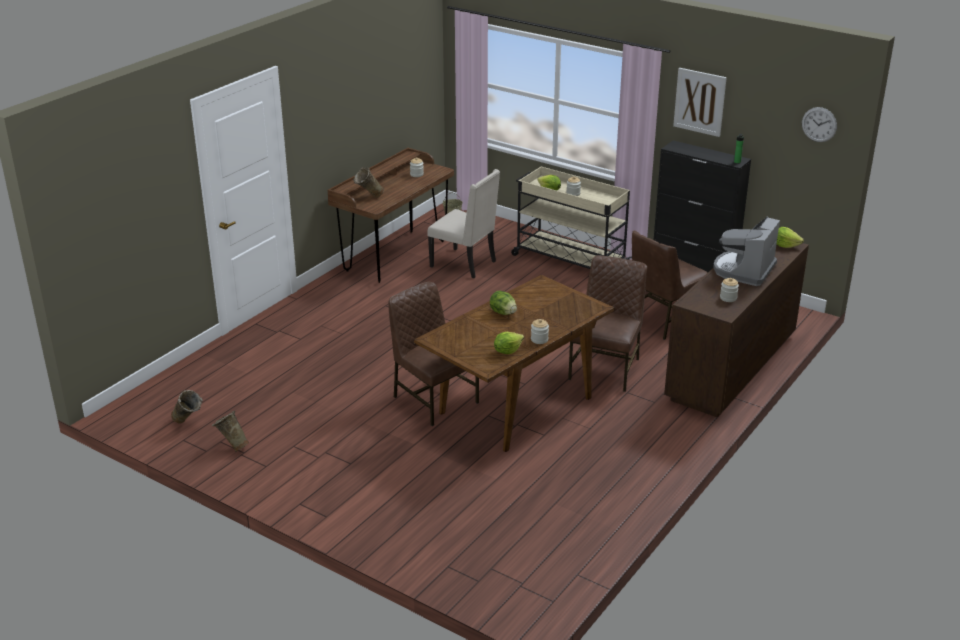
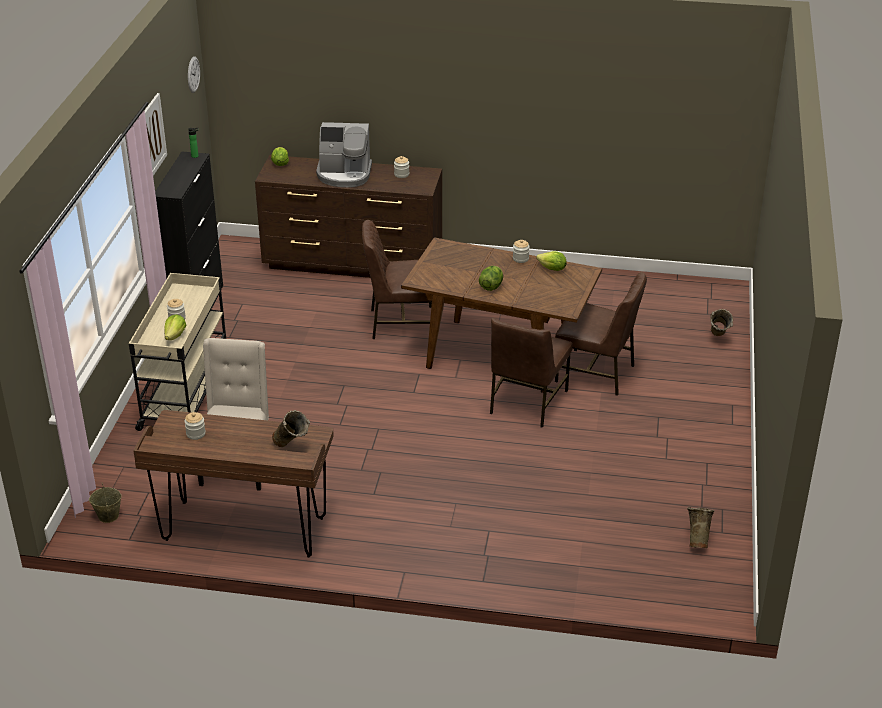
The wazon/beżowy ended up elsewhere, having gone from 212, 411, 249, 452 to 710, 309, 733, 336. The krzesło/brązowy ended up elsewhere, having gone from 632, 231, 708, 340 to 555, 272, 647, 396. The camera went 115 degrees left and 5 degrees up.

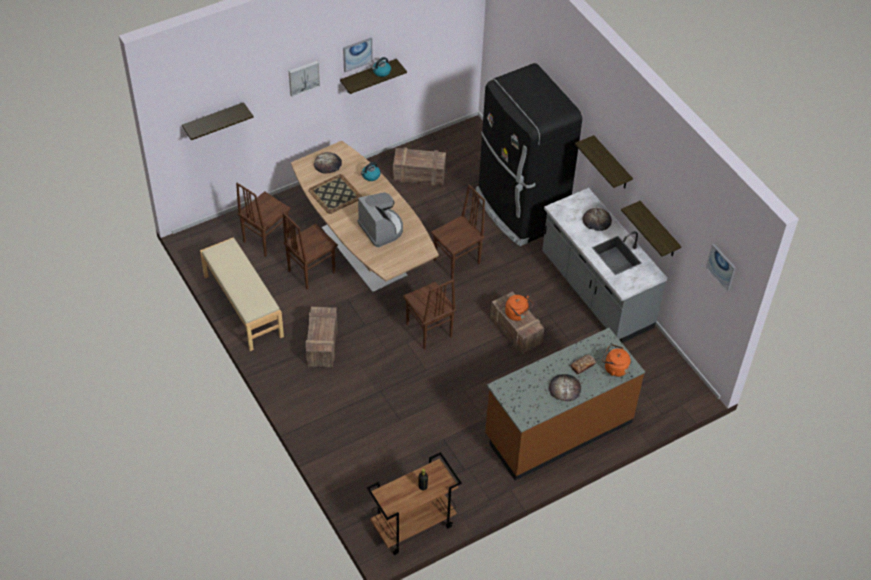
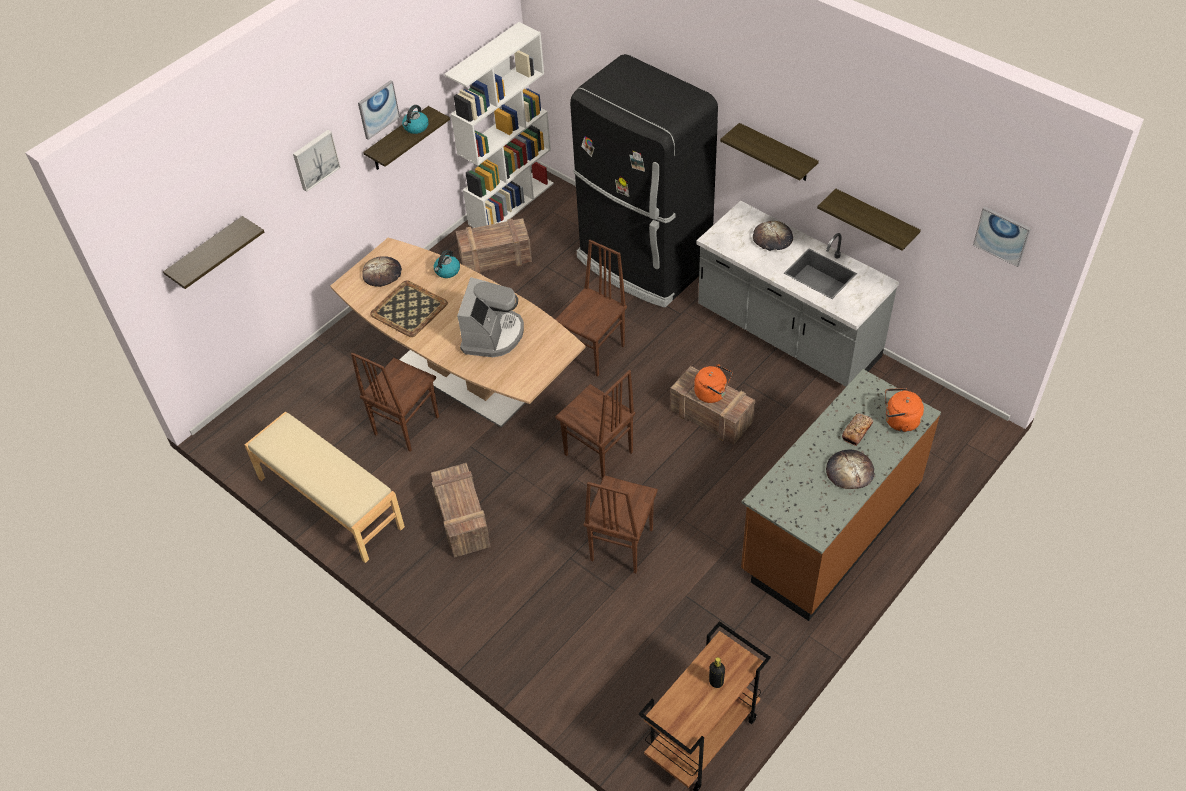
The krzesło/brązowy ended up elsewhere, having gone from 236, 183, 291, 257 to 584, 475, 658, 573. The ekspres do kawy at 358, 192, 403, 247 ended up facing another way, 60 degrees clockwise from before. The second view gained the regał/biały at 444, 22, 554, 228. The camera went 15 degrees left and 0 degrees up.

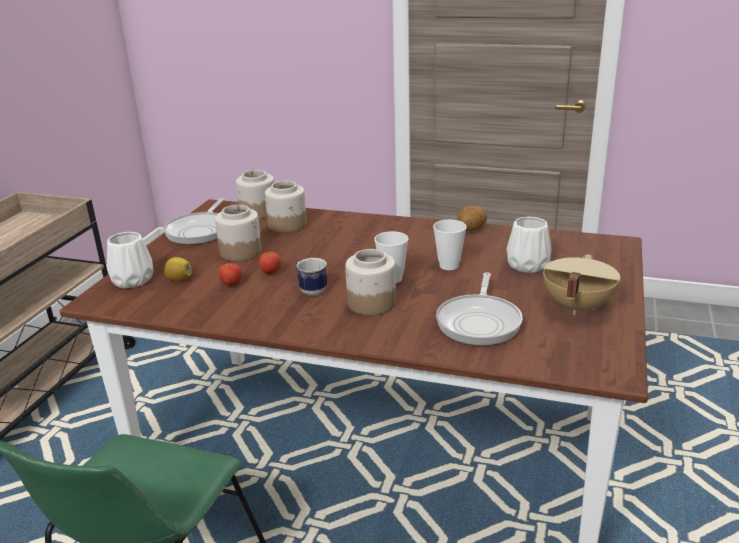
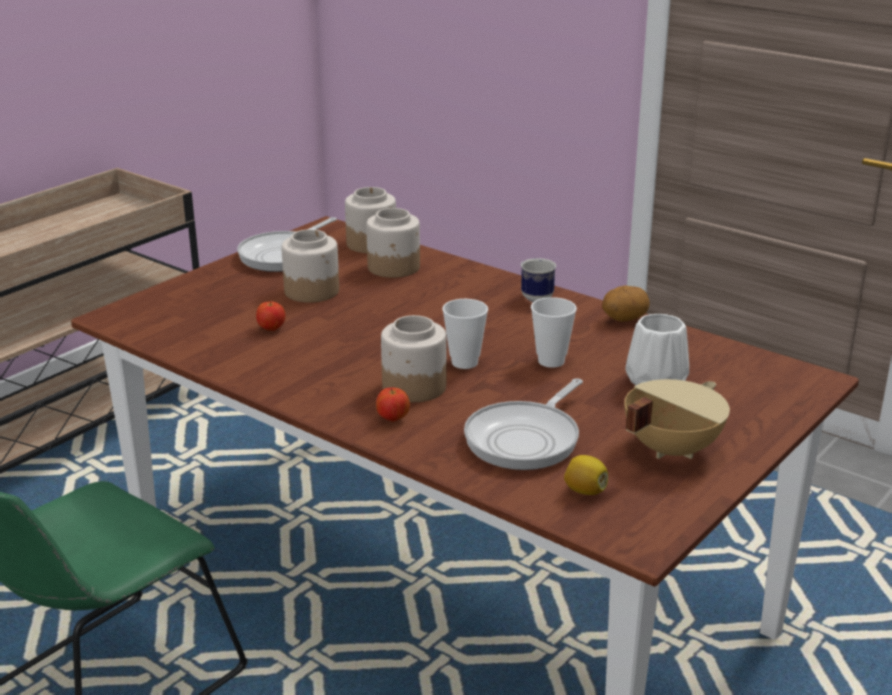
The second view lost the wazon/biały at 107, 232, 153, 288. The cytryna ended up elsewhere, having gone from 164, 257, 192, 281 to 564, 455, 608, 495. The jabłko ended up elsewhere, having gone from 259, 252, 282, 274 to 376, 388, 410, 422. The kubek ended up elsewhere, having gone from 296, 258, 327, 296 to 521, 258, 556, 302. The camera went 20 degrees right and 0 degrees up.

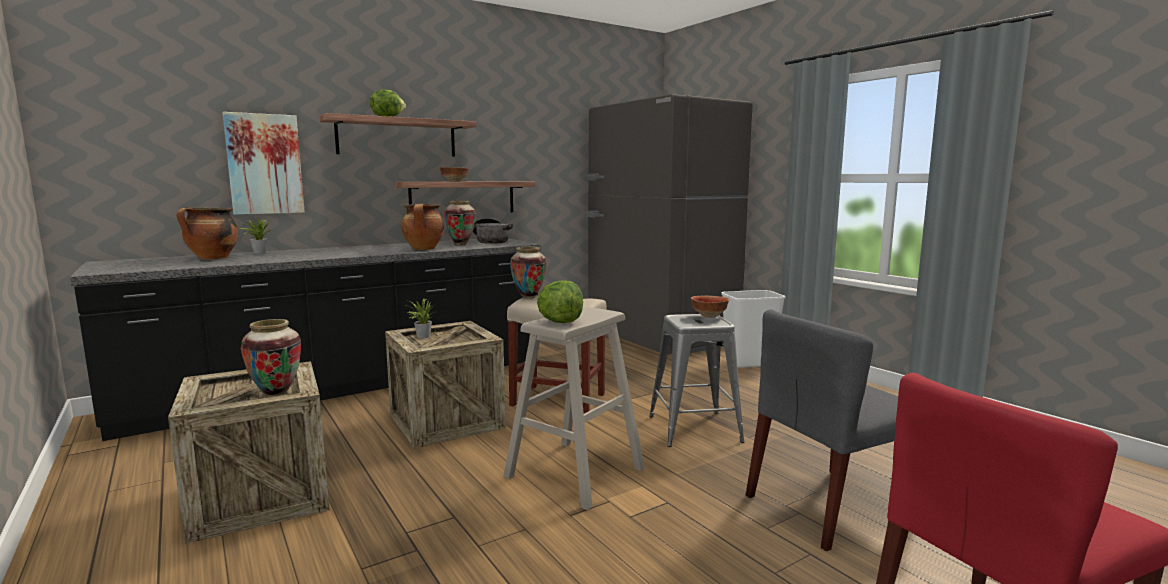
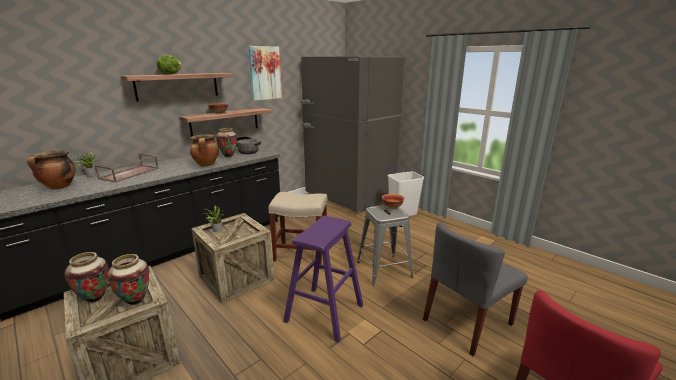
The obraz ended up elsewhere, having gone from 222, 112, 305, 215 to 248, 46, 282, 101. What was the stołek/beżowy at 503, 307, 645, 510 turned into the stołek/fioletowy at 283, 216, 364, 343. The wazon ended up elsewhere, having gone from 510, 247, 547, 299 to 65, 252, 109, 303. The second view lost the sałata at 537, 280, 583, 323. The second view gained the taca/brązowy at 94, 153, 159, 183. The camera went 10 degrees left and 10 degrees up.

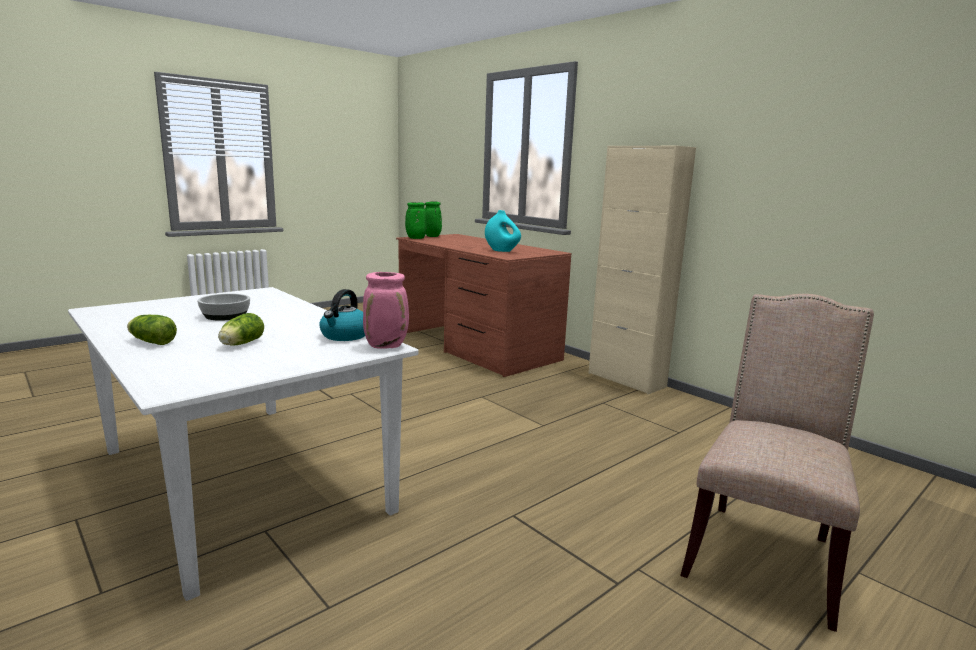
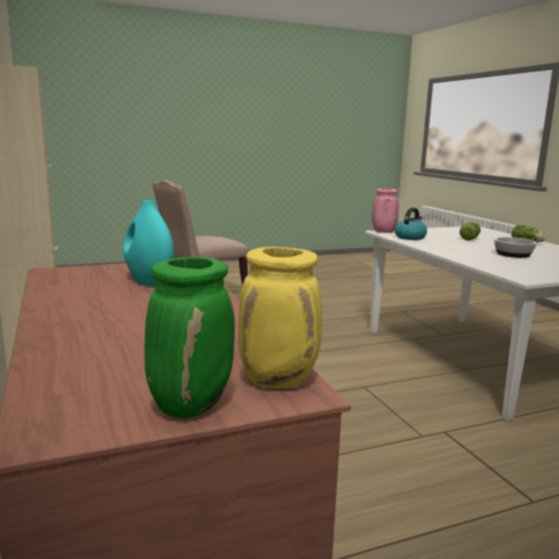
What was the wazon/zielony at 405, 202, 427, 239 turned into the wazon/żółty at 238, 247, 322, 388. The camera went 160 degrees left and 0 degrees up.

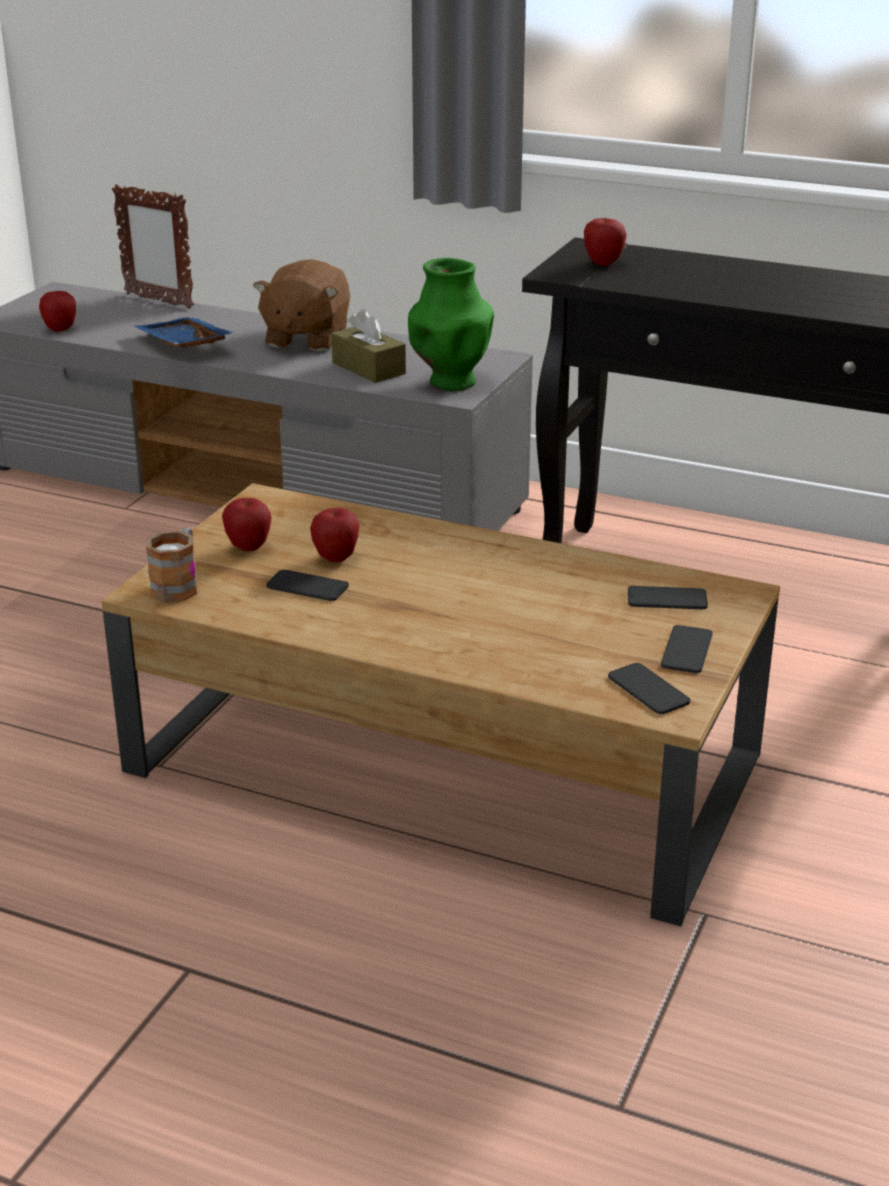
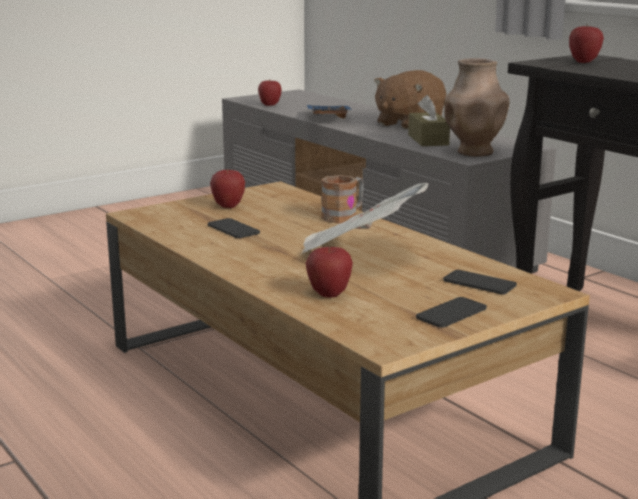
The second view lost the ramka na zdjęcie at 112, 184, 194, 309. The kubek ended up elsewhere, having gone from 146, 528, 198, 602 to 321, 175, 364, 223. The jabłko ended up elsewhere, having gone from 310, 508, 359, 562 to 306, 247, 353, 297. What was the wazon/zielony at 408, 258, 494, 391 turned into the wazon/brązowy at 444, 58, 510, 157. The second view lost the telefon at 608, 663, 690, 714. The second view gained the gazeta at 301, 183, 429, 254. The camera went 30 degrees right and 10 degrees down.

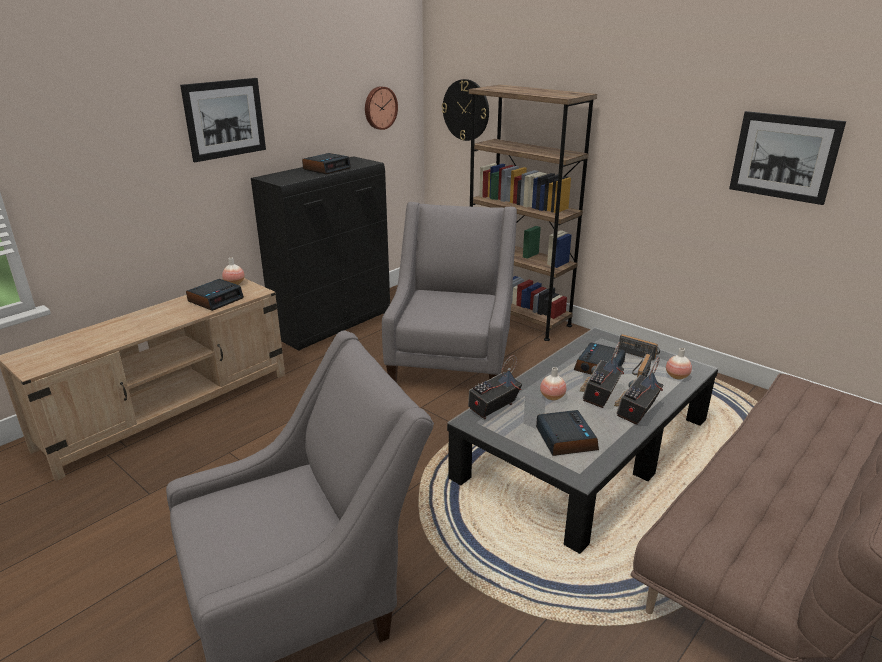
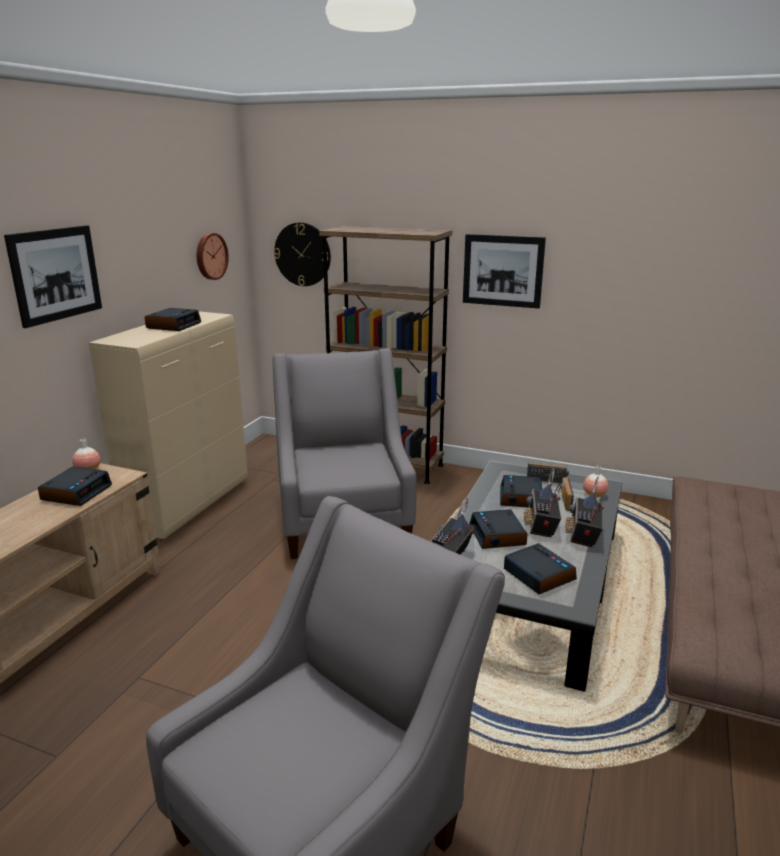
What was the szafka/czarny at 251, 156, 390, 351 turned into the szafka/beżowy at 89, 311, 247, 540. Where the wazon stood at 540, 367, 566, 400, the budzik came to stand at 469, 509, 527, 549. The obraz ended up elsewhere, having gone from 729, 111, 846, 205 to 463, 234, 546, 309. The camera went 20 degrees left and 5 degrees down.

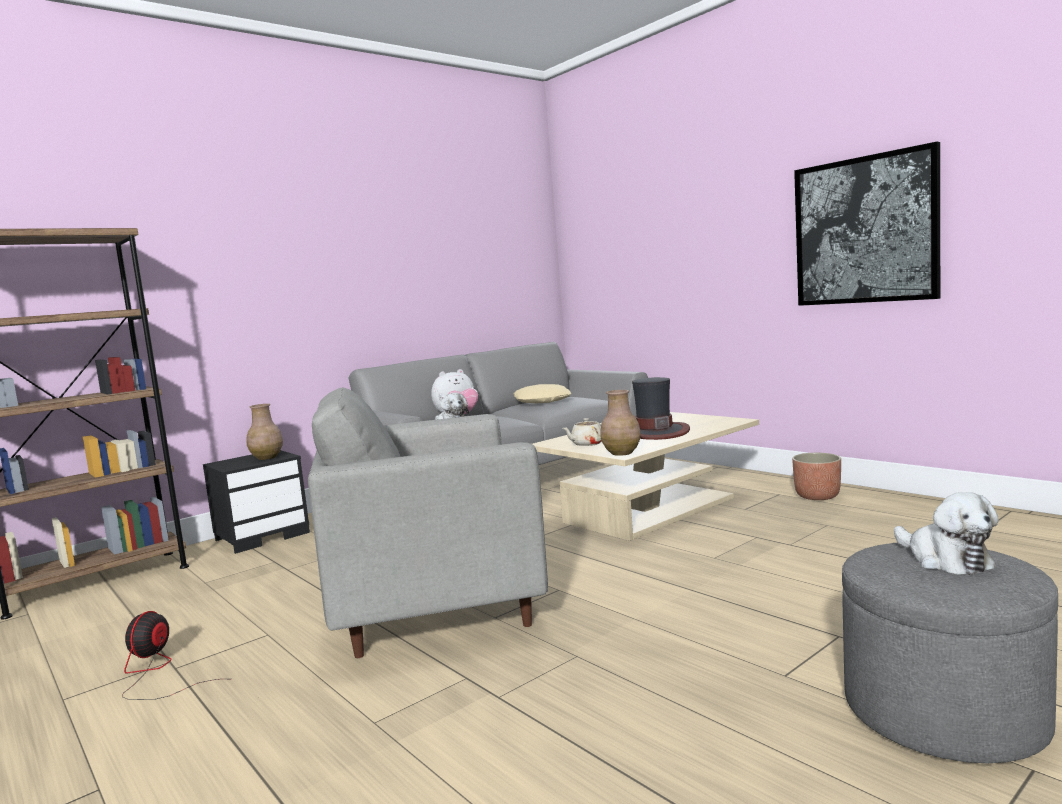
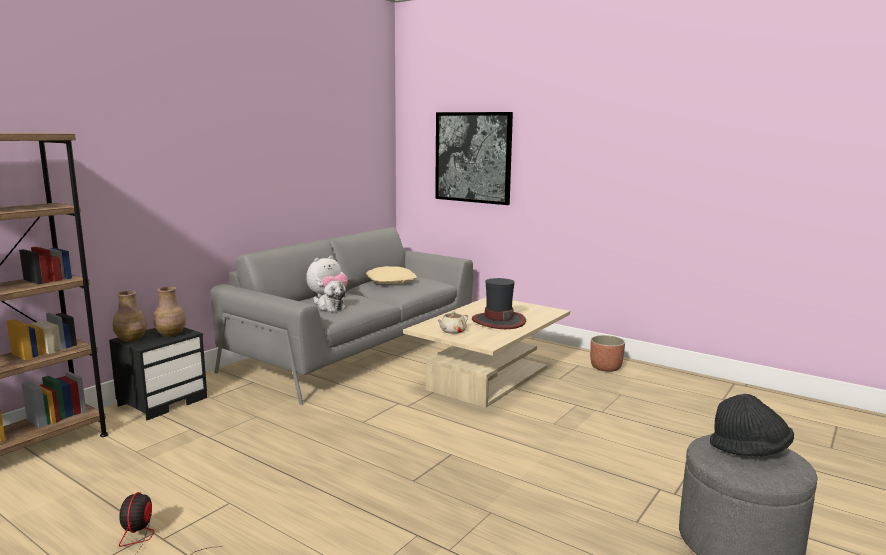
The second view lost the fotel/szary at 308, 387, 548, 658. The wazon/brązowy ended up elsewhere, having gone from 600, 390, 641, 456 to 113, 291, 147, 342. The obraz ended up elsewhere, having gone from 794, 142, 940, 306 to 435, 112, 513, 205. Where the pluszak stood at 894, 492, 999, 575, the kapelusz/czarny came to stand at 710, 394, 794, 456. The camera went 15 degrees left and 5 degrees up.

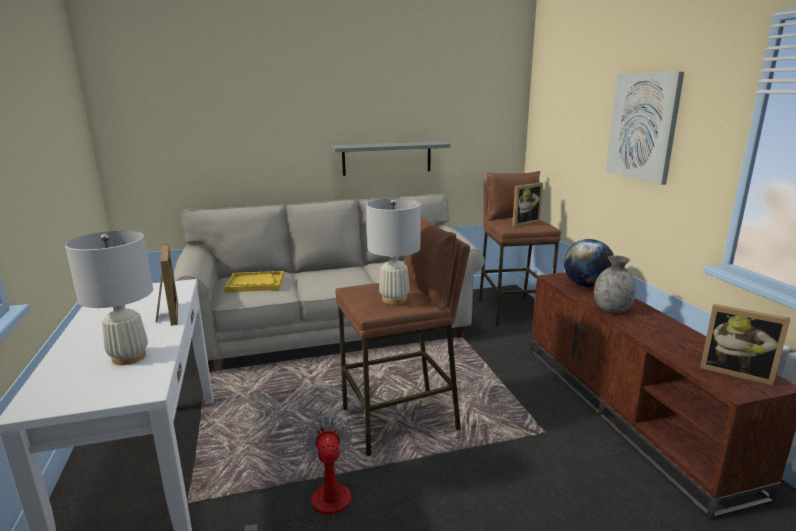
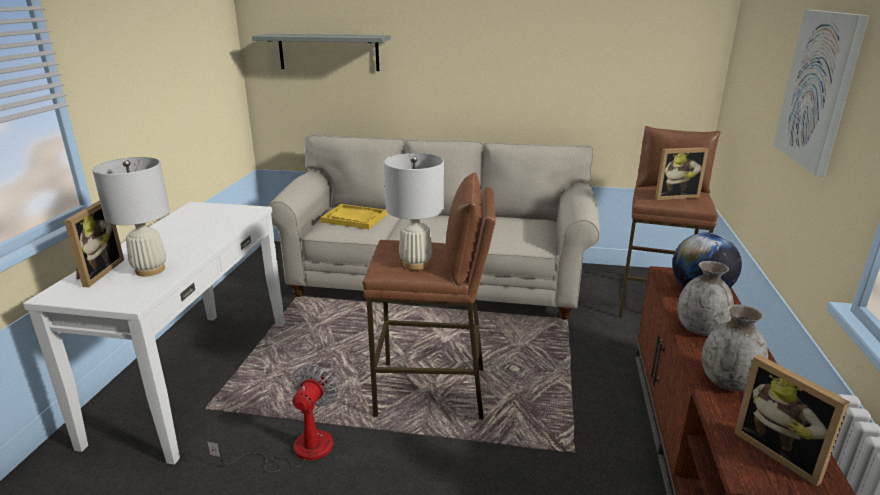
The ramka na zdjęcie ended up elsewhere, having gone from 156, 244, 178, 326 to 64, 200, 124, 287. The półka/szary ended up elsewhere, having gone from 330, 141, 451, 176 to 252, 34, 391, 71. The second view gained the wazon/szary at 702, 304, 768, 391. The camera went 25 degrees right and 5 degrees up.

